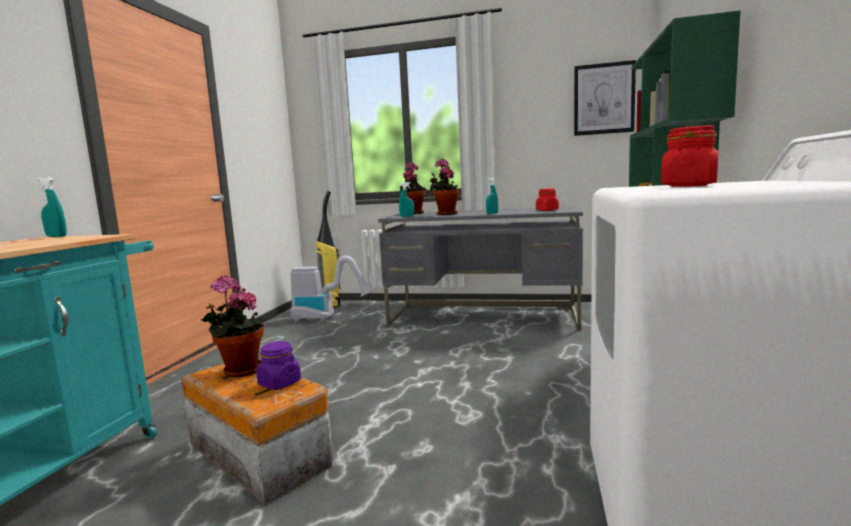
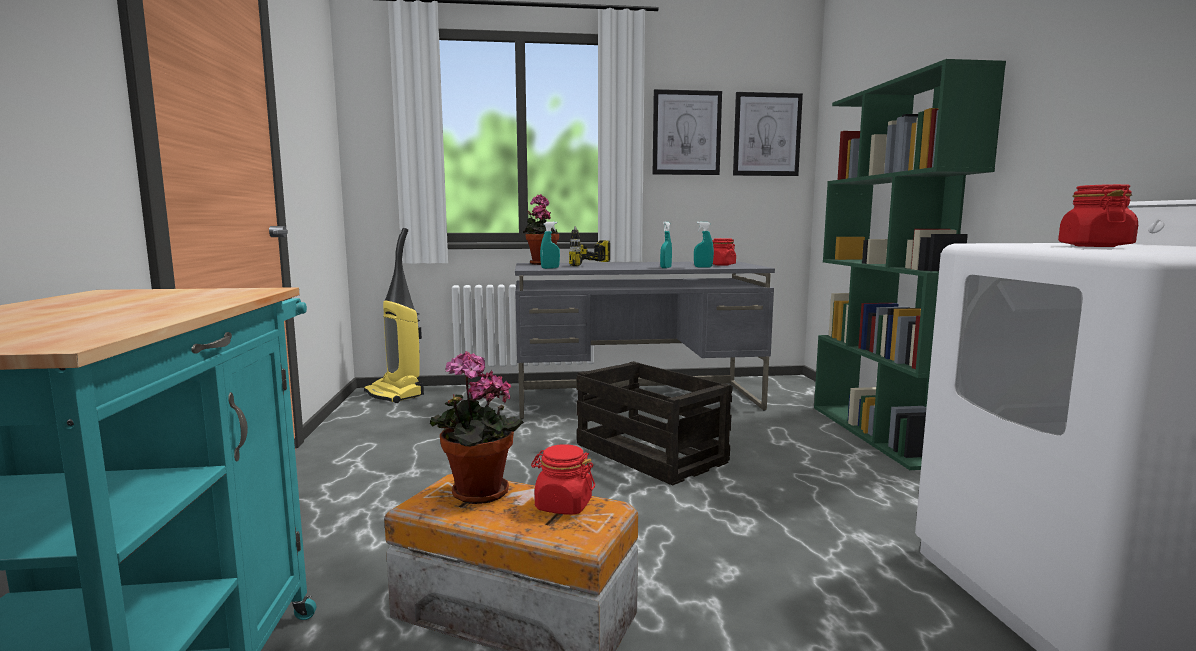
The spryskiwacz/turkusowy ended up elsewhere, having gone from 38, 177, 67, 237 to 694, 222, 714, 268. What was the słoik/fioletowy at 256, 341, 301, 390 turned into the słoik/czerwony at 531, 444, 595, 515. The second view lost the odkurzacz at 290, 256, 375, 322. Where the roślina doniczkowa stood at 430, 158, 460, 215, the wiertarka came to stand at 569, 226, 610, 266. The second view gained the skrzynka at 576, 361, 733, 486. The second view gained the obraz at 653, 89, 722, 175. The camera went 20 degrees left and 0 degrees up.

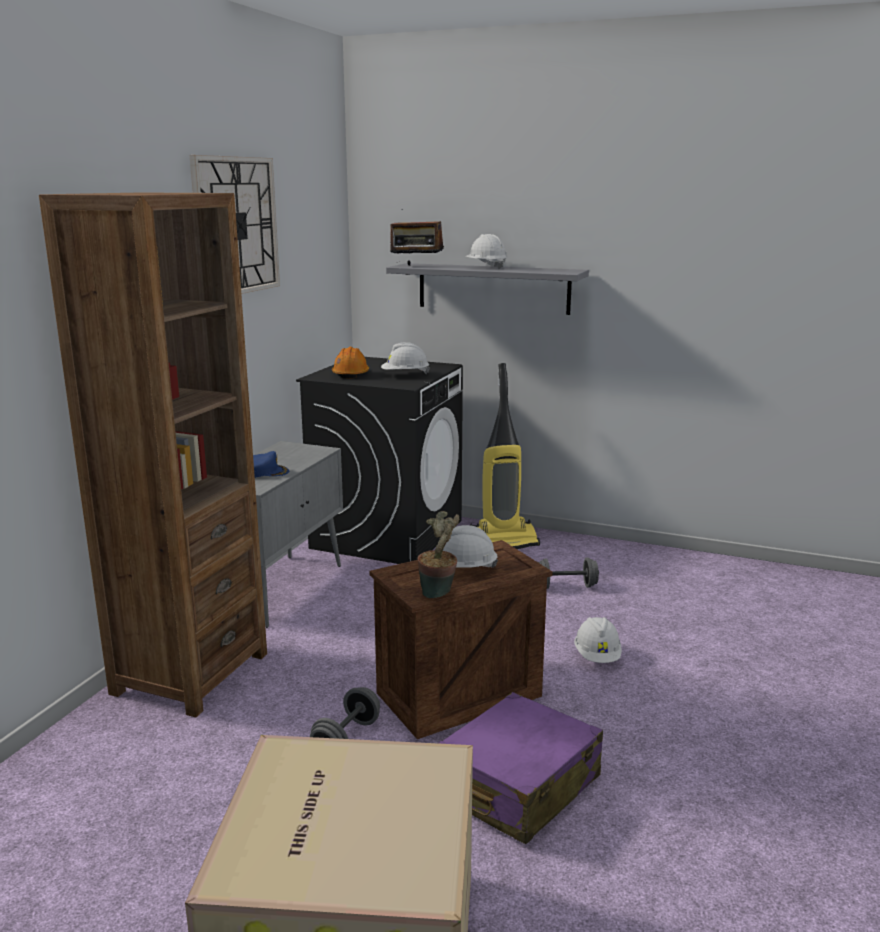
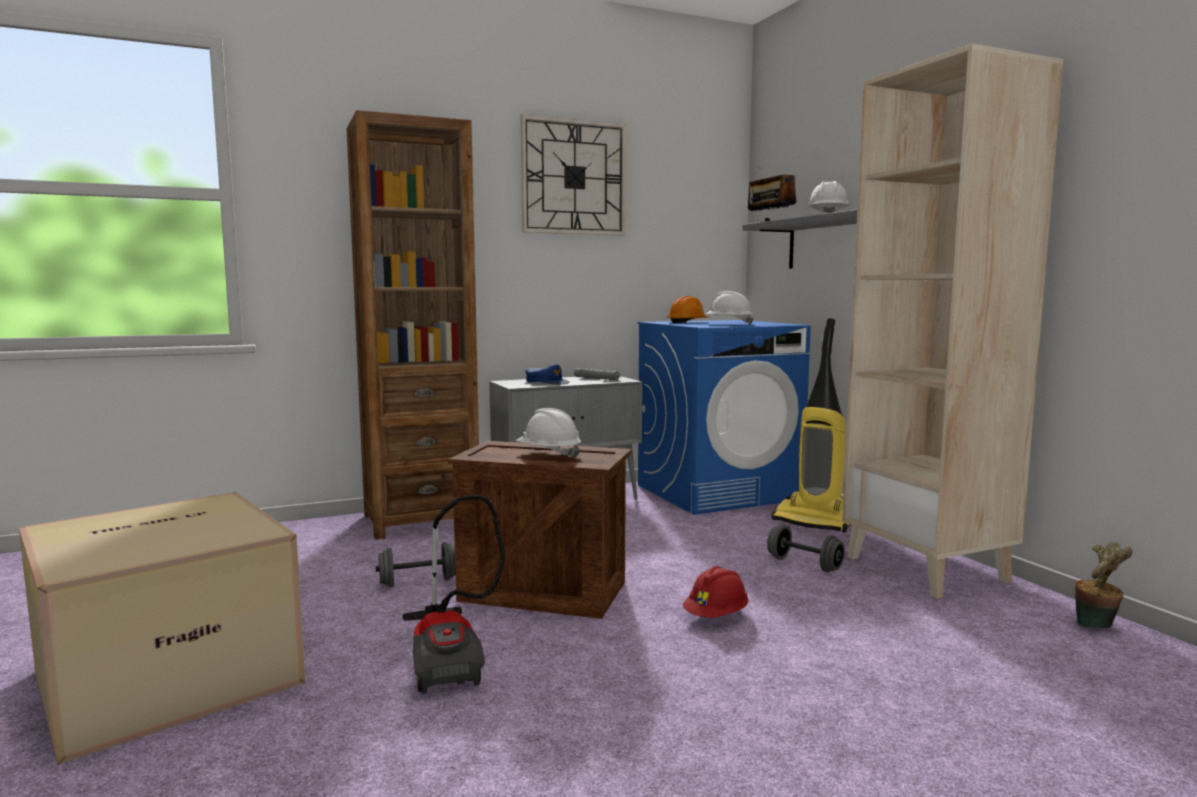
What was the pralka/czarny at 296, 357, 463, 564 turned into the pralka/niebieski at 637, 320, 811, 515. The roślina doniczkowa ended up elsewhere, having gone from 418, 511, 459, 598 to 1075, 542, 1132, 629. Where the walizka/fioletowy stood at 438, 692, 603, 844, the odkurzacz came to stand at 403, 495, 505, 694. What was the kask/biały at 574, 617, 622, 663 turned into the kask/czerwony at 683, 566, 748, 618. The second view gained the latarka/szary at 574, 368, 621, 380. The second view gained the regał/beżowy at 842, 43, 1063, 599. The camera went 45 degrees right and 10 degrees down.

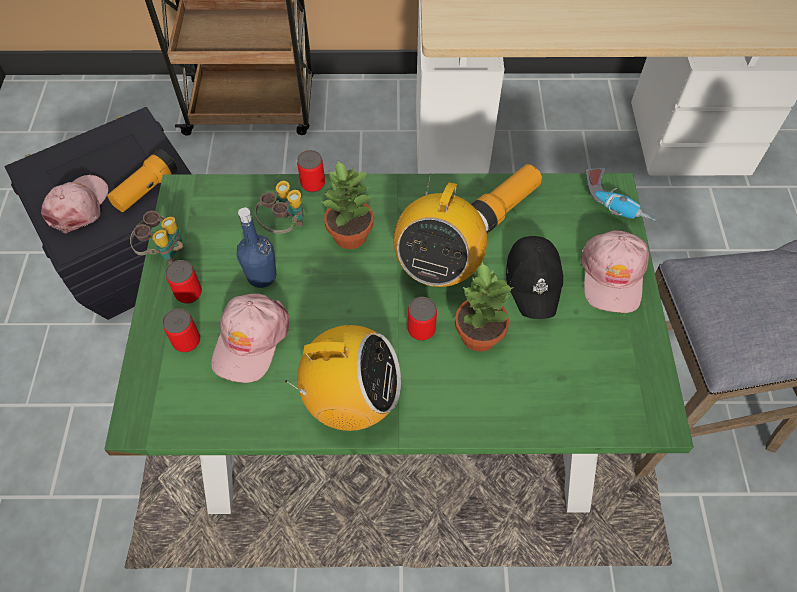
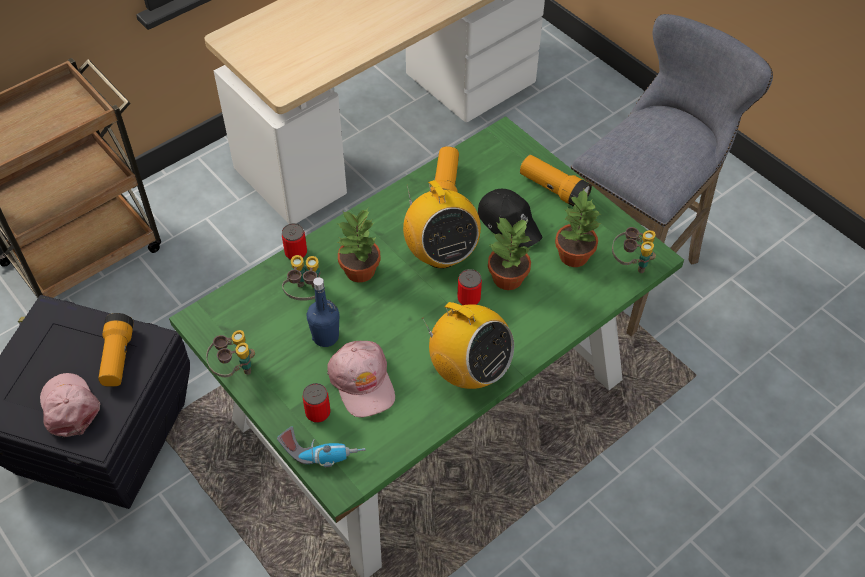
The second view lost the puszka at 165, 260, 202, 304. The radio at 285, 325, 401, 431 ended up facing another way, 75 degrees clockwise from before. Where the czapka z daszkiem/różowy stood at 581, 230, 649, 313, the latarka came to stand at 520, 155, 592, 206. The wiertarka ended up elsewhere, having gone from 586, 168, 656, 222 to 277, 426, 366, 468. The second view gained the roślina doniczkowa at 555, 189, 601, 267. The second view gained the lornetka at 612, 227, 656, 273. The camera went 40 degrees left and 5 degrees down.

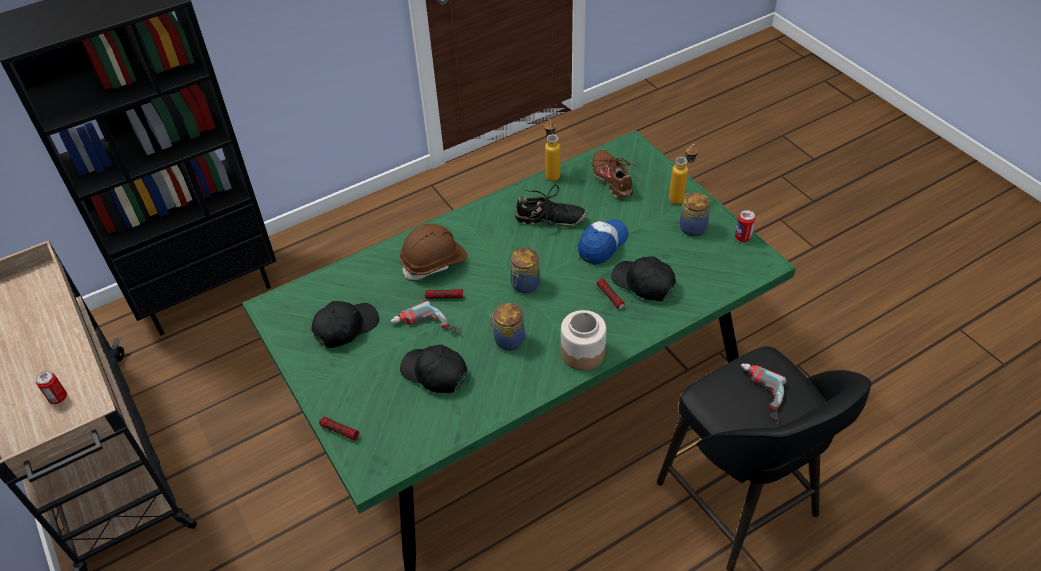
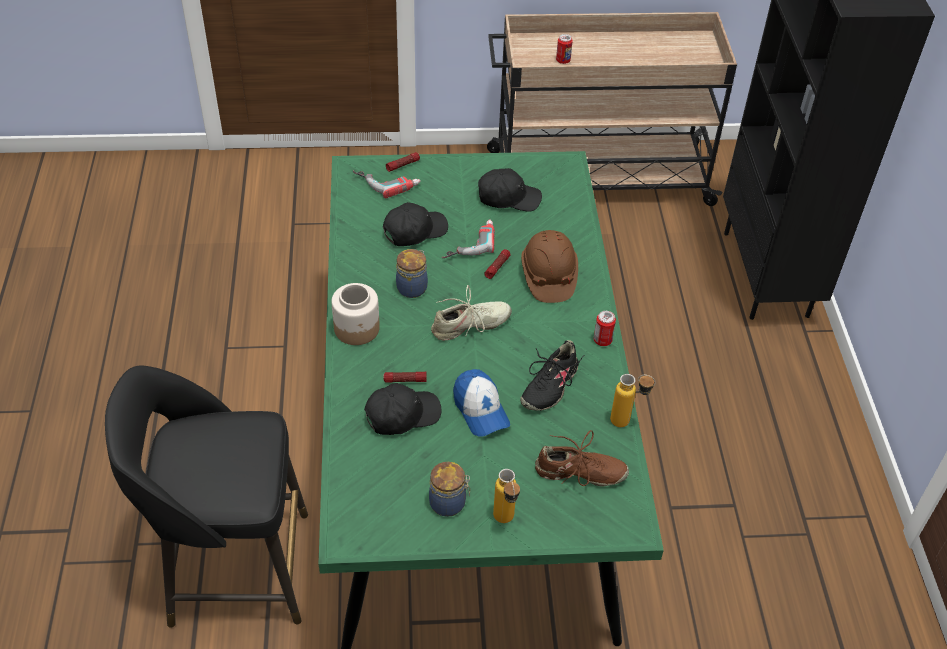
The czapka z daszkiem/czarny at 311, 301, 379, 348 ended up facing another way, 75 degrees counterclockwise from before. Where the słoik stood at 510, 248, 540, 293, the but/beżowy came to stand at 431, 285, 512, 340. The puszka ended up elsewhere, having gone from 735, 210, 756, 242 to 594, 311, 616, 346. The wiertarka ended up elsewhere, having gone from 741, 363, 786, 425 to 353, 171, 421, 198. The camera went 115 degrees right and 0 degrees up.

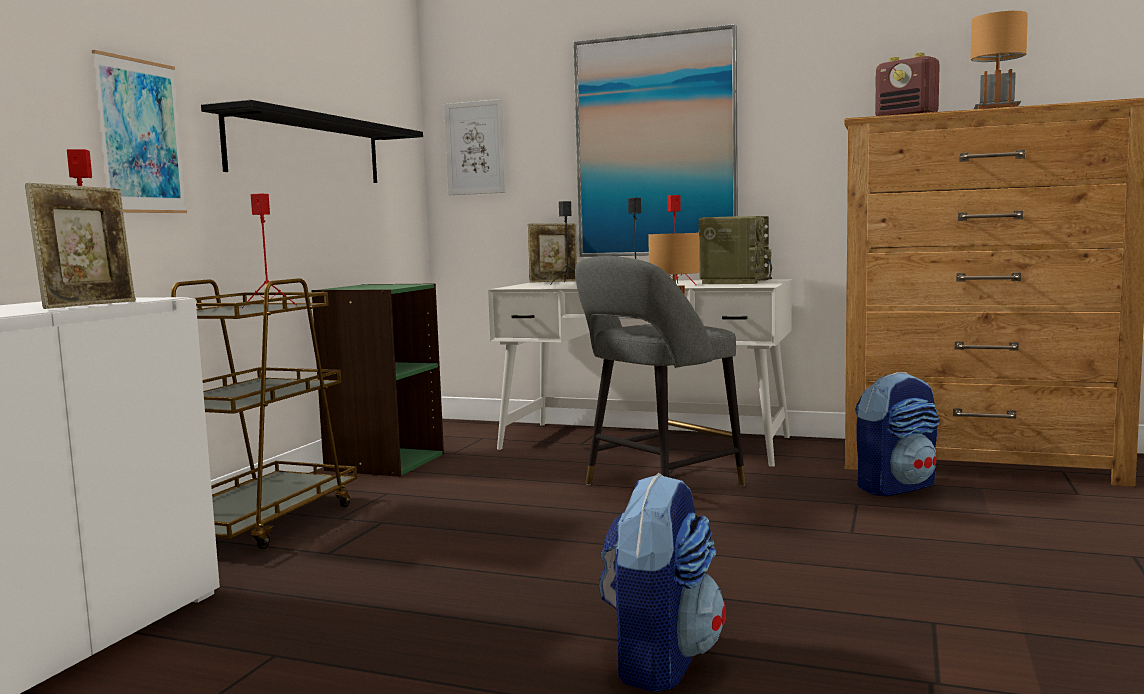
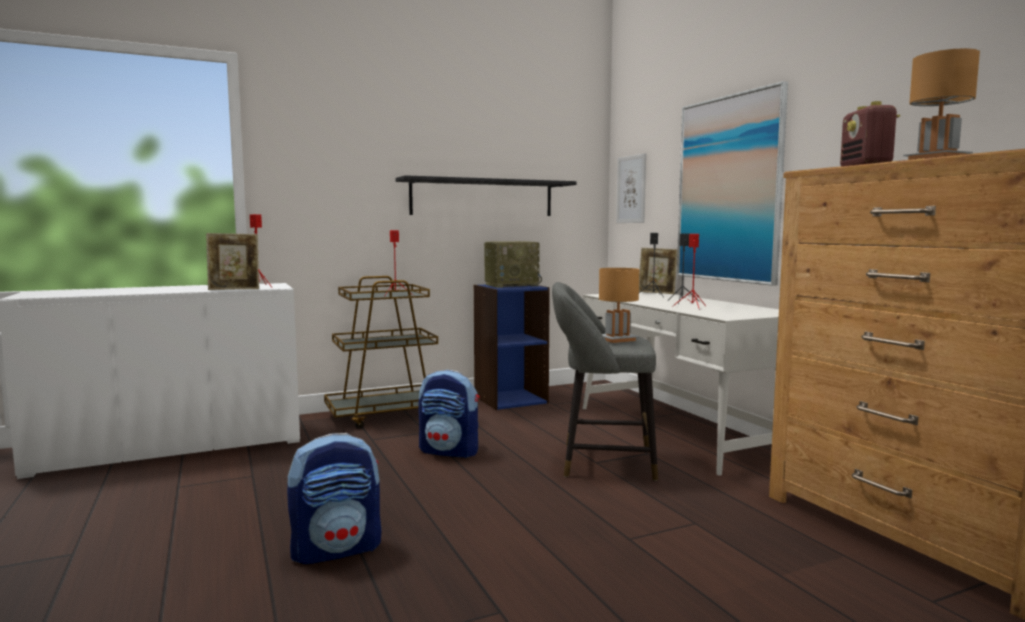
The second view lost the obraz at 92, 50, 187, 213. What was the regał/zielony at 312, 284, 444, 477 turned into the regał/niebieski at 474, 285, 550, 410. The radio ended up elsewhere, having gone from 698, 216, 772, 284 to 484, 241, 542, 288. The plecak ended up elsewhere, having gone from 855, 372, 940, 496 to 418, 370, 480, 458. The camera went 45 degrees right and 0 degrees up.

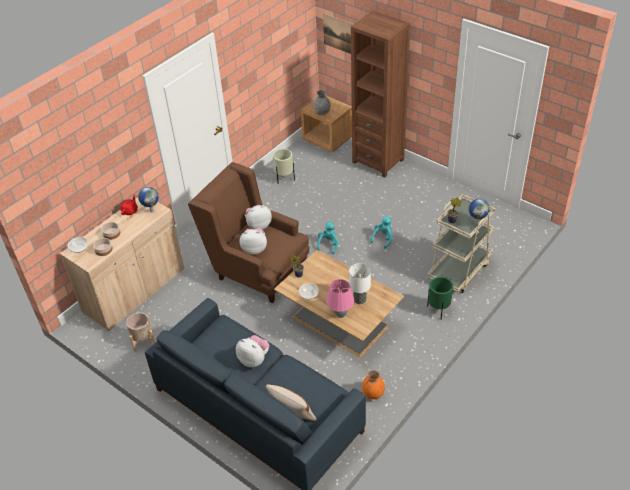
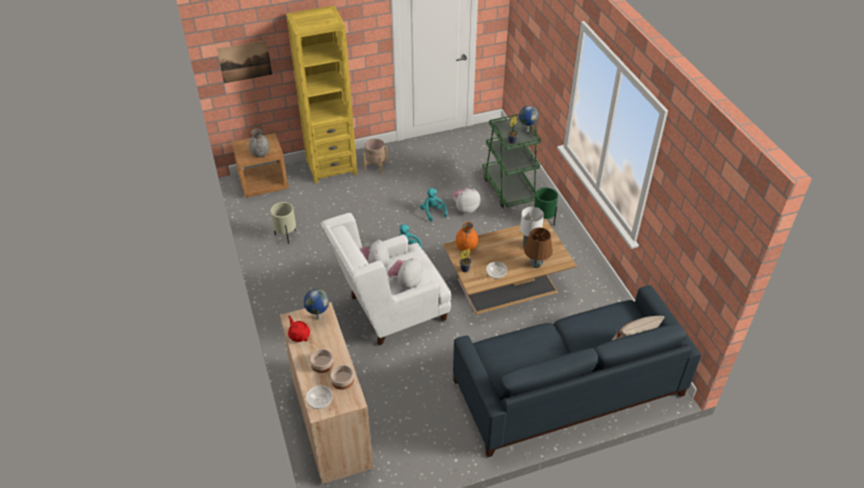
The donica/beżowy ended up elsewhere, having gone from 126, 312, 155, 352 to 363, 139, 388, 174. What was the fotel/brązowy at 188, 162, 310, 303 turned into the fotel/biały at 321, 213, 451, 345. The pluszak ended up elsewhere, having gone from 236, 335, 269, 367 to 453, 188, 481, 214. What was the lampa stołowa/różowy at 326, 279, 354, 318 turned into the lampa stołowa/brązowy at 524, 228, 553, 268. What was the regał/brązowy at 351, 11, 410, 177 turned into the regał/żółty at 286, 5, 357, 183. The wazon/pomarańczowy ended up elsewhere, having gone from 362, 370, 385, 400 to 456, 221, 478, 251. What was the wózek/beżowy at 427, 194, 495, 293 turned into the wózek/zielony at 482, 114, 541, 208. The camera went 60 degrees left and 0 degrees up.

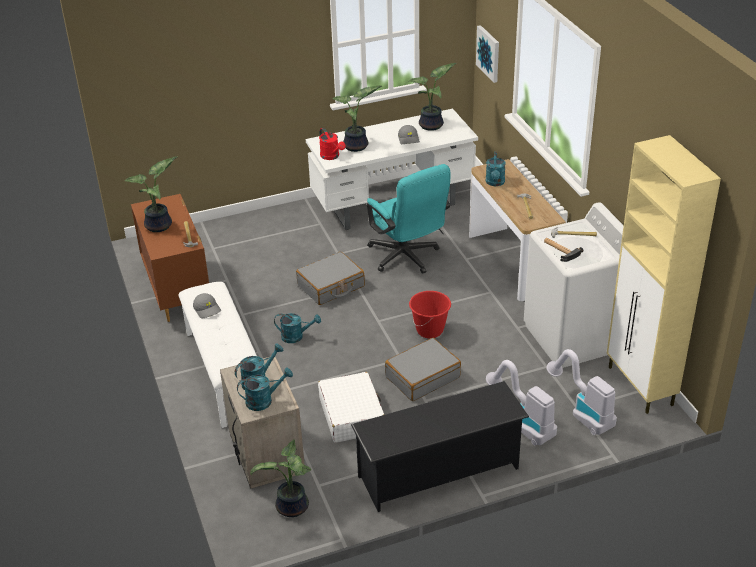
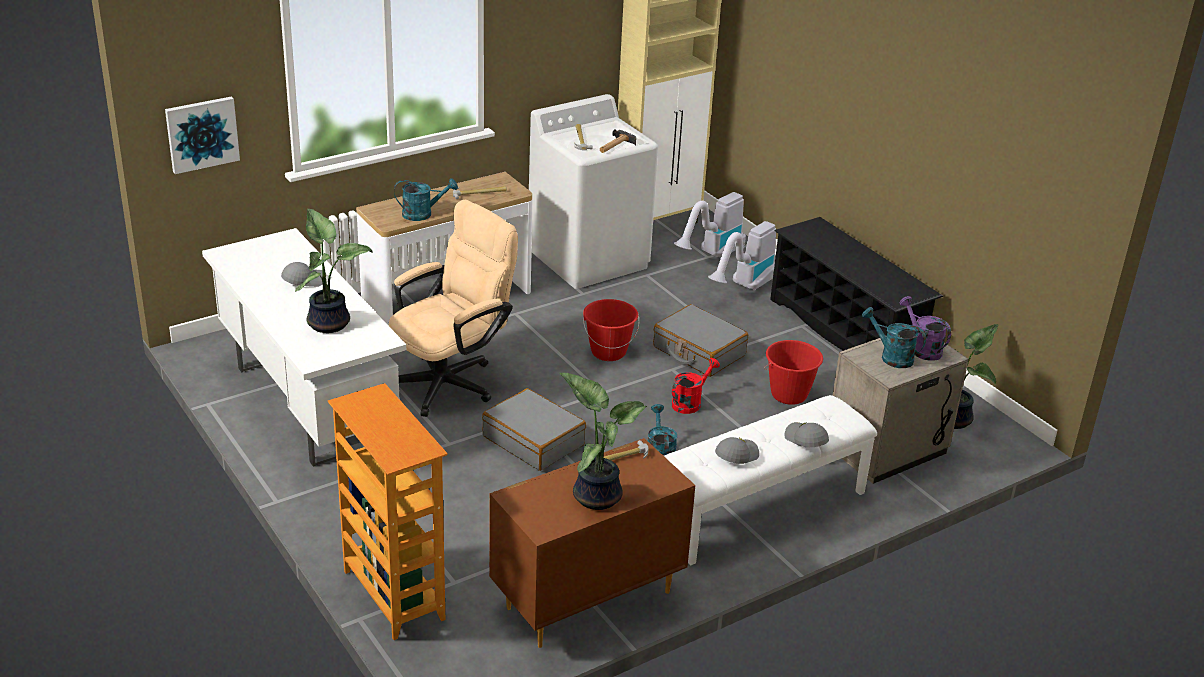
What was the konewka/turkusowy at 237, 368, 293, 411 turned into the konewka/fioletowy at 899, 296, 951, 361. Where the walizka/biały stood at 318, 372, 384, 443, the wiadro/czerwony came to stand at 764, 340, 823, 405. The konewka/czerwony ended up elsewhere, having gone from 319, 128, 346, 160 to 672, 358, 720, 414. What was the krzesło biurowe/turkusowy at 367, 164, 450, 274 turned into the krzesło biurowe/beżowy at 389, 200, 518, 417. The second view lost the roślina doniczkowa at 408, 63, 456, 131. The second view gained the regał at 328, 383, 448, 640. The second view gained the czapka z daszkiem/szary at 784, 422, 829, 447. The camera went 105 degrees left and 5 degrees down.

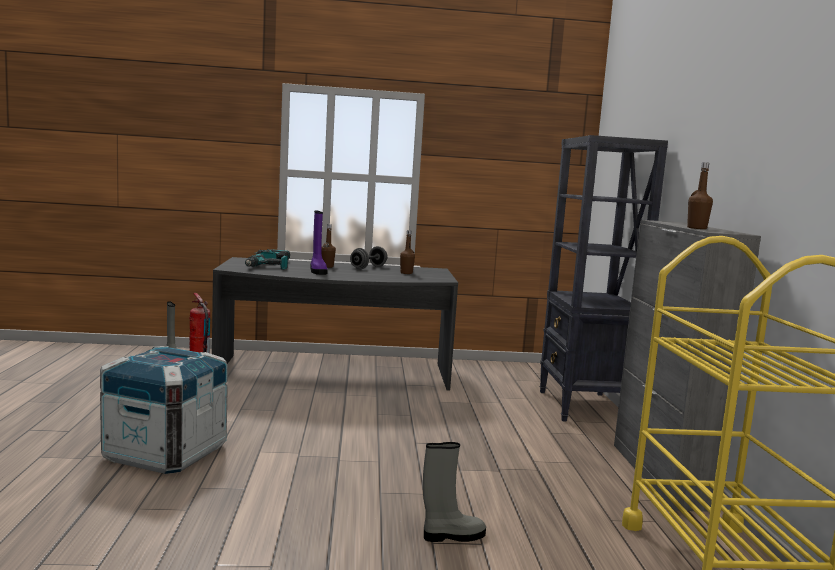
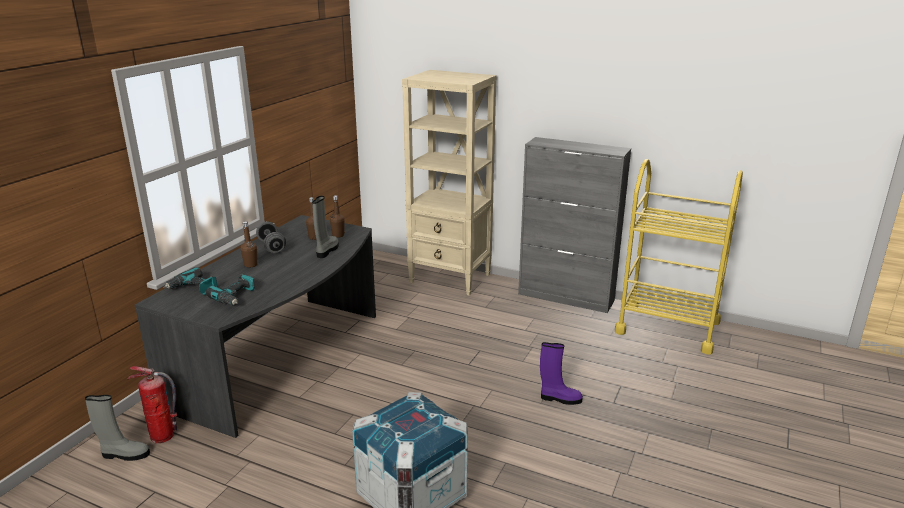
The but z cholewką/fioletowy ended up elsewhere, having gone from 310, 211, 328, 275 to 540, 342, 583, 405. The but z cholewką/szary ended up elsewhere, having gone from 423, 442, 486, 542 to 312, 196, 339, 258. What was the regał/czarny at 539, 135, 668, 422 turned into the regał/beżowy at 402, 70, 497, 296. The butelka/brązowy ended up elsewhere, having gone from 687, 162, 713, 229 to 330, 195, 345, 238. The camera went 60 degrees left and 15 degrees up.

